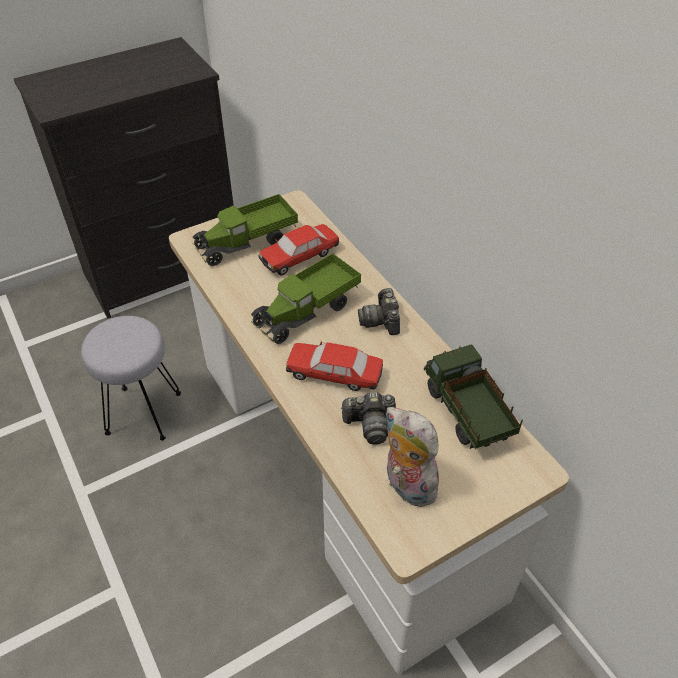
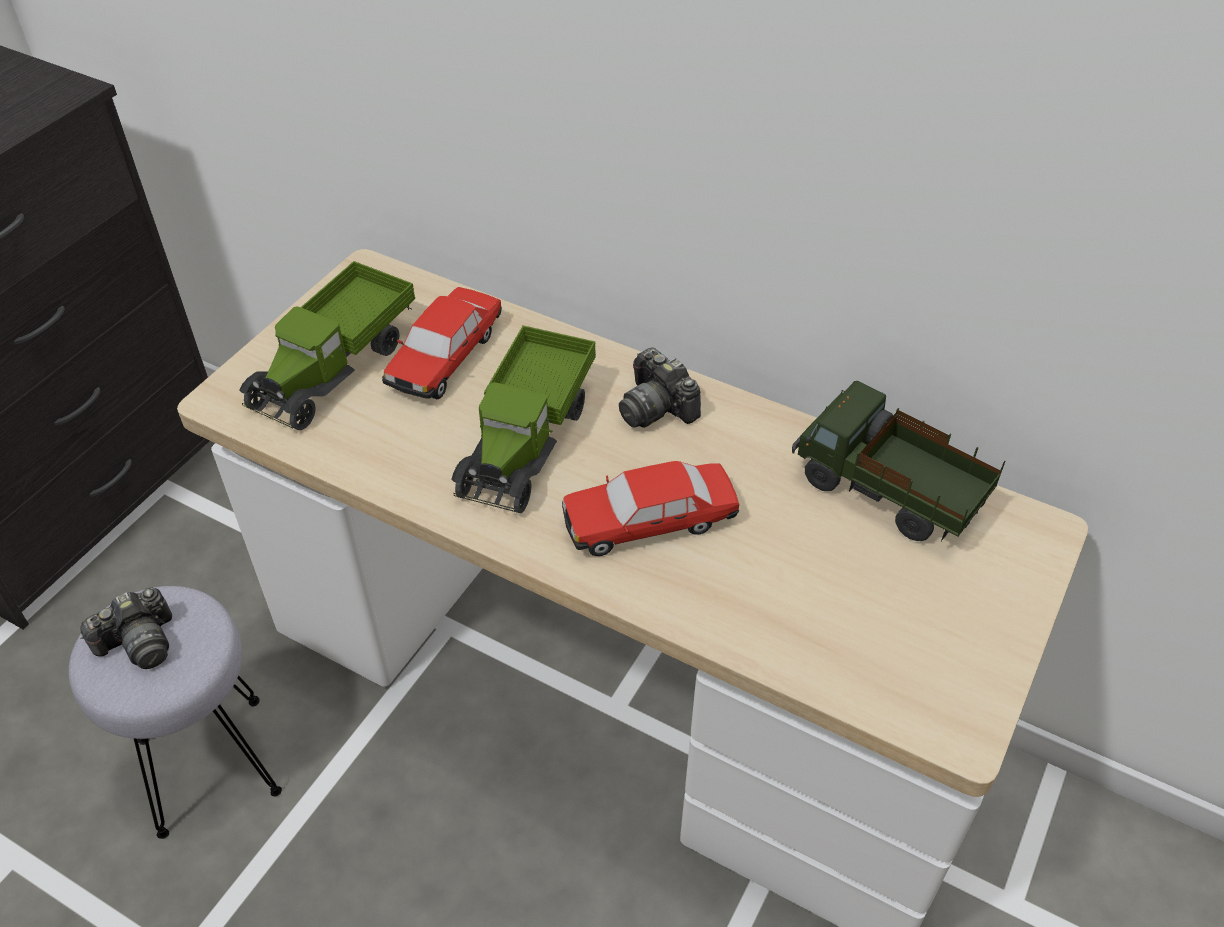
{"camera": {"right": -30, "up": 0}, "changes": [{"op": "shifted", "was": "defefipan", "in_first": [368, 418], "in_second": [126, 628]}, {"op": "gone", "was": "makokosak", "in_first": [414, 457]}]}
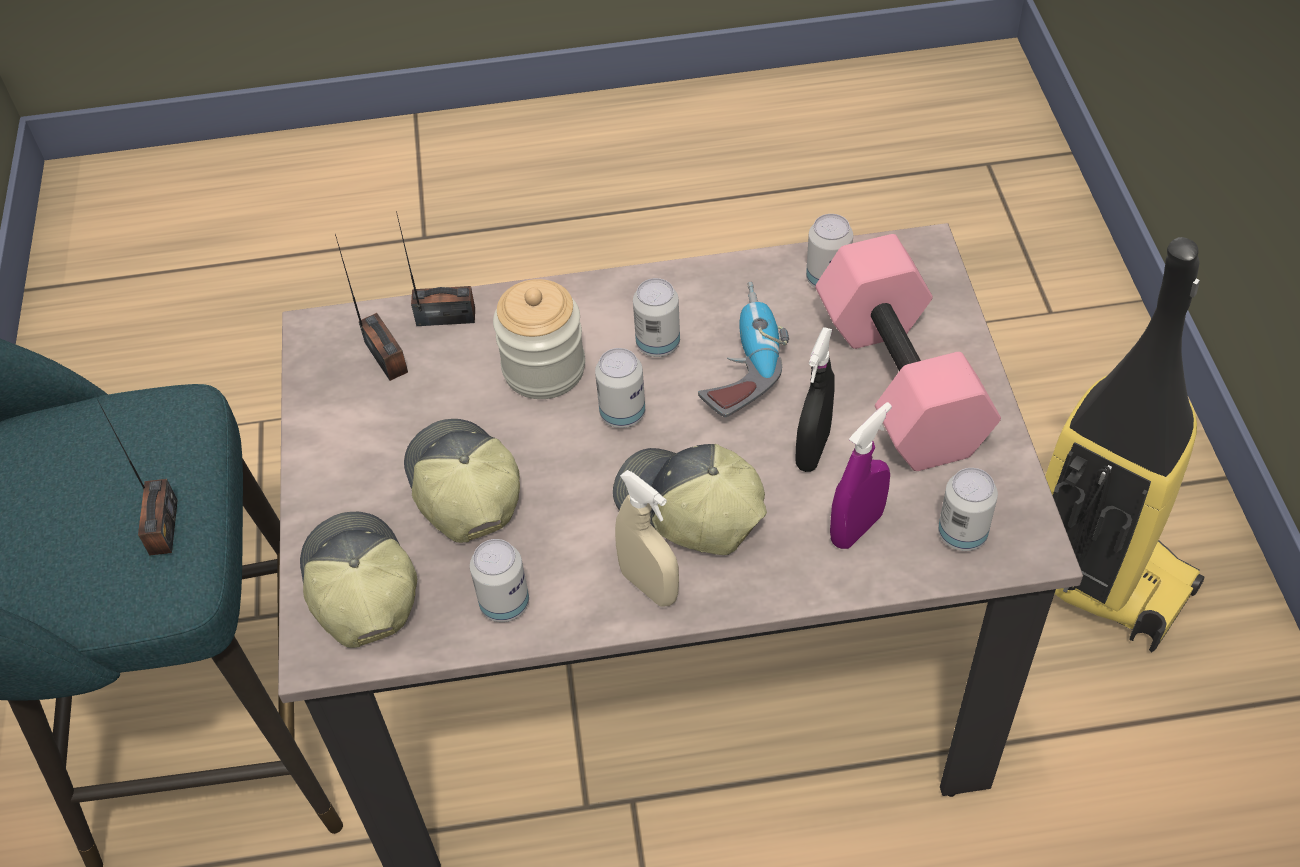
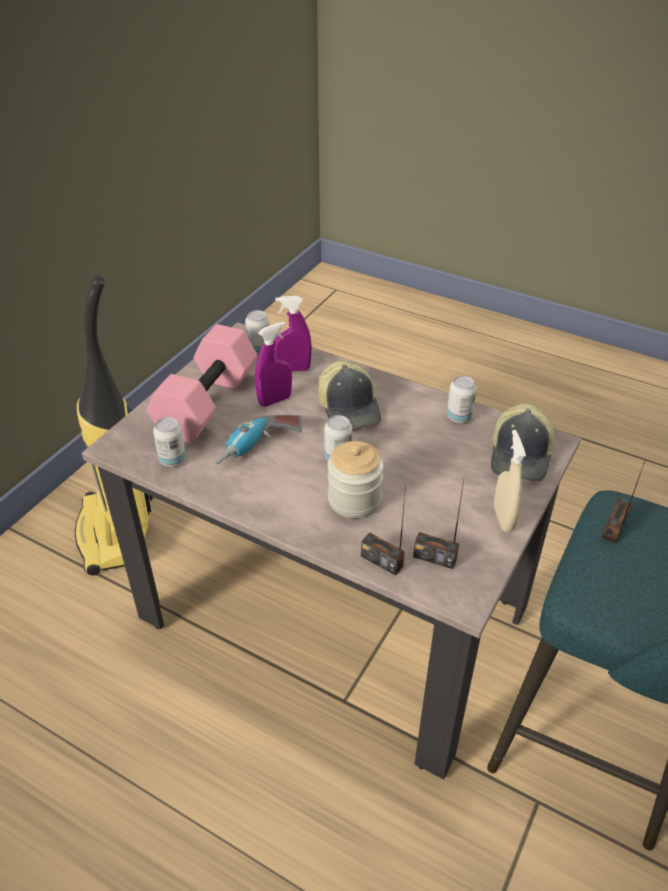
{"camera": {"right": -145, "up": -10}, "changes": [{"op": "rotated", "was": "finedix", "in_first": [371, 307], "in_second": [438, 524], "clockwise": -75}, {"op": "gone", "was": "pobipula", "in_first": [462, 481]}, {"op": "shifted", "was": "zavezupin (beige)", "in_first": [647, 538], "in_second": [510, 481]}, {"op": "gone", "was": "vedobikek", "in_first": [656, 317]}, {"op": "repainted", "was": "zavezupin (black)", "now": "zavezupin (purple)", "in_first": [815, 399], "in_second": [273, 364]}]}
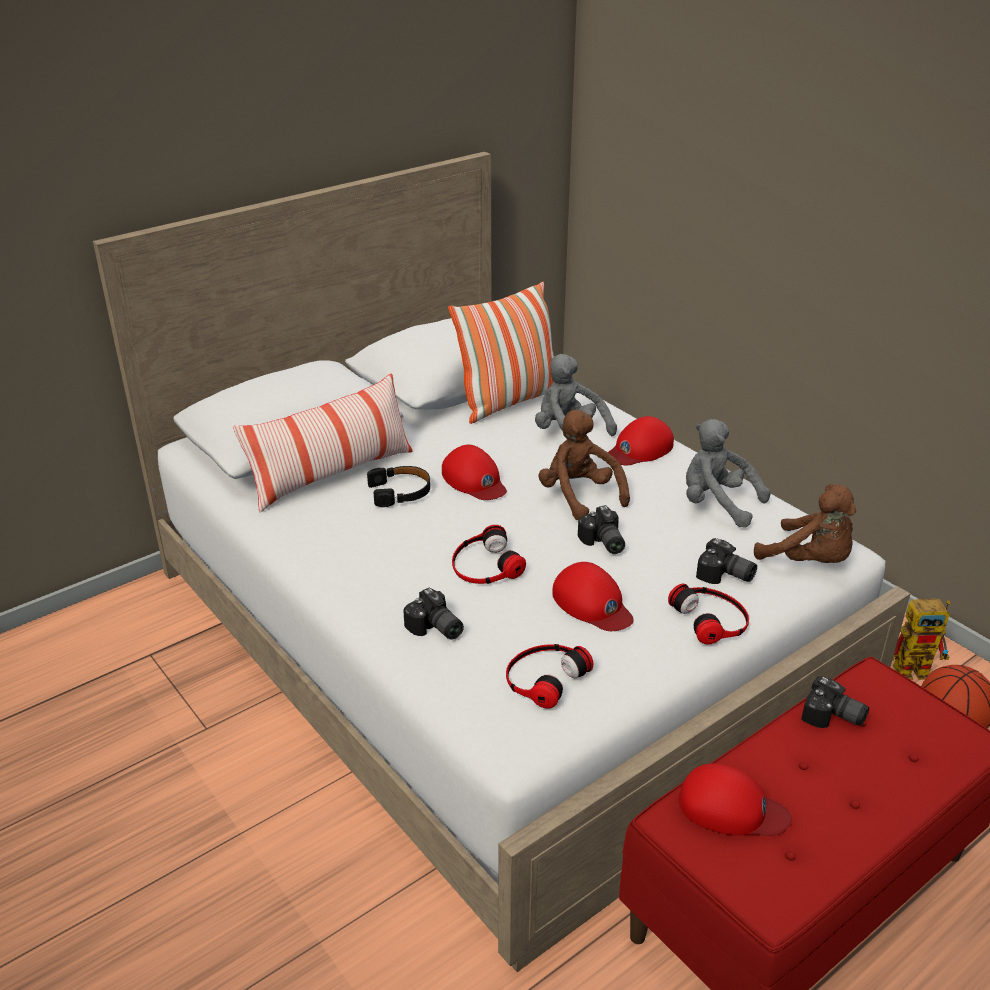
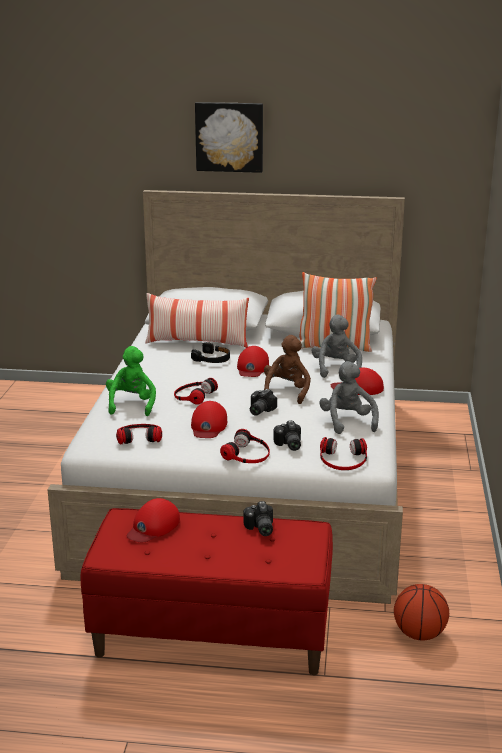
{"camera": {"right": 45, "up": -10}, "changes": [{"op": "swapped", "was": "defefipan", "now": "makokosak (green)", "in_first": [433, 614], "in_second": [131, 381]}, {"op": "rotated", "was": "pobipula (red)", "in_first": [735, 799], "in_second": [153, 520], "clockwise": 60}, {"op": "swapped", "was": "makokosak (brown)", "now": "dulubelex", "in_first": [805, 523], "in_second": [343, 453]}, {"op": "gone", "was": "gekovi", "in_first": [921, 639]}, {"op": "new", "now": "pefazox", "in_second": [229, 137]}]}
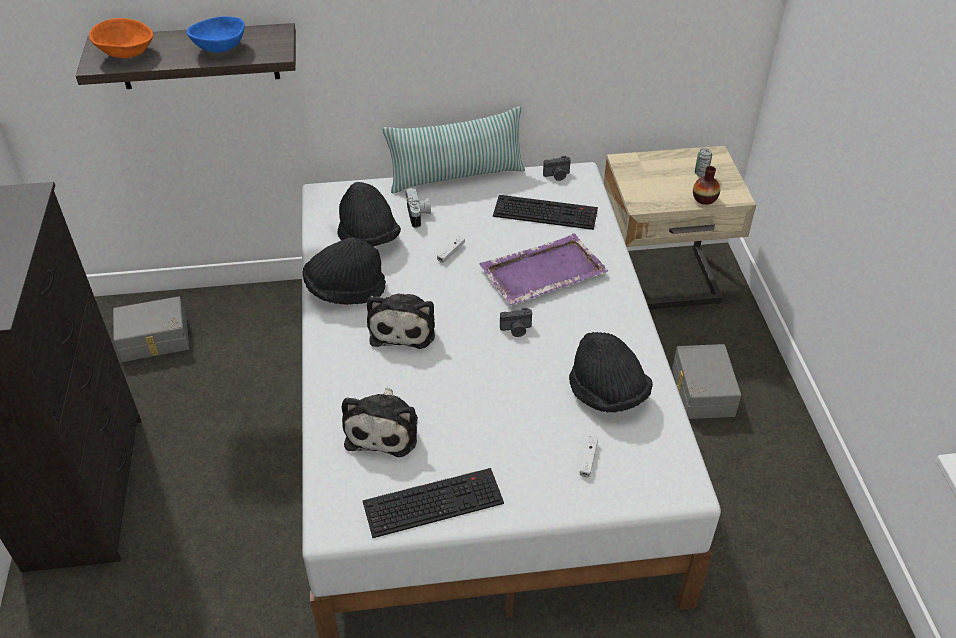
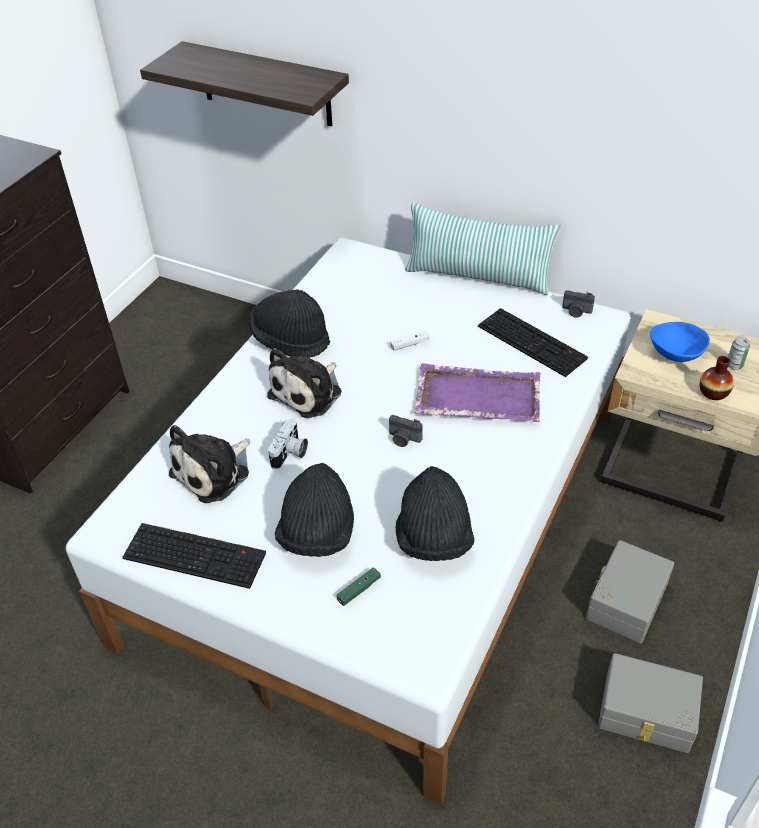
{"camera": {"right": 35, "up": 0}, "changes": [{"op": "gone", "was": "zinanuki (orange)", "in_first": [121, 38]}, {"op": "shifted", "was": "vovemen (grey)", "in_first": [151, 329], "in_second": [650, 703]}, {"op": "shifted", "was": "zinanuki (blue)", "in_first": [216, 34], "in_second": [680, 342]}, {"op": "shifted", "was": "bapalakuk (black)", "in_first": [369, 214], "in_second": [314, 510]}, {"op": "shifted", "was": "defefipan", "in_first": [418, 208], "in_second": [288, 444]}, {"op": "repainted", "was": "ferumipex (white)", "now": "ferumipex (green)", "in_first": [589, 456], "in_second": [358, 587]}]}
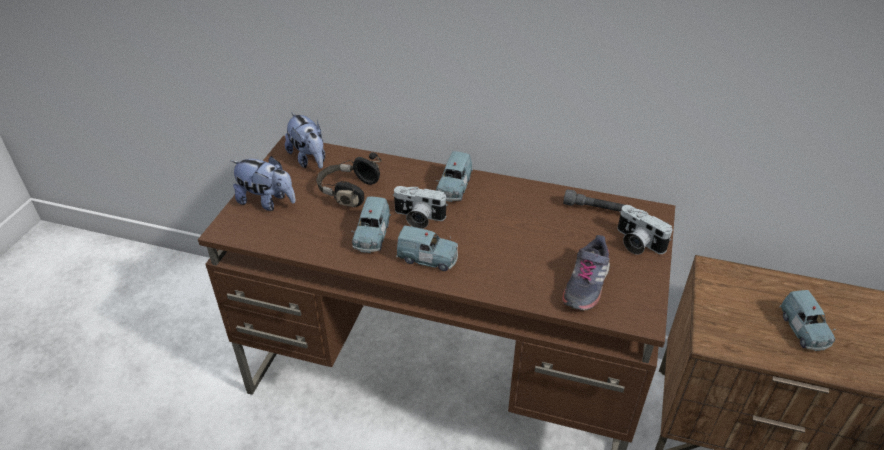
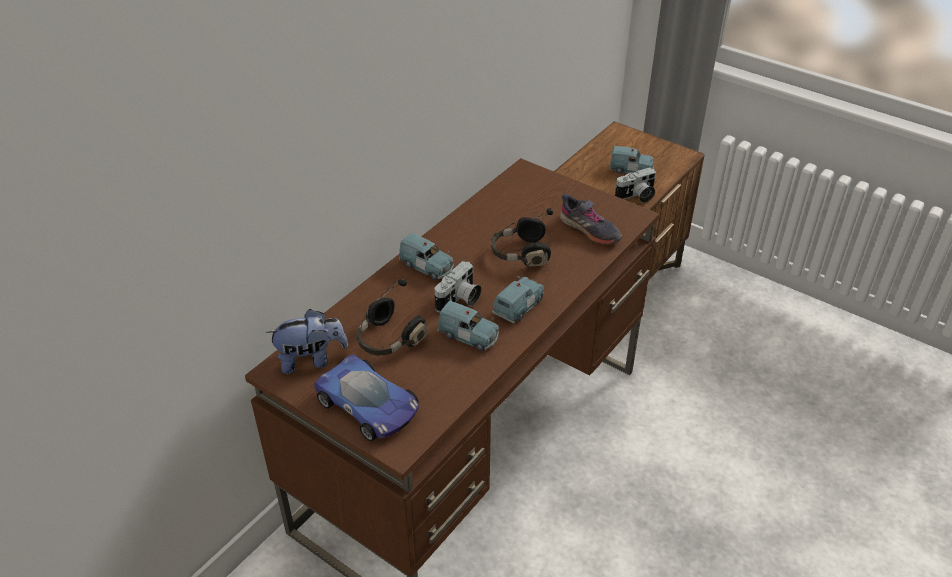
{"camera": {"right": -70, "up": 0}, "changes": [{"op": "swapped", "was": "makokosak", "now": "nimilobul", "in_first": [263, 183], "in_second": [366, 397]}, {"op": "gone", "was": "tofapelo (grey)", "in_first": [594, 200]}, {"op": "shifted", "was": "defefipan", "in_first": [645, 230], "in_second": [635, 185]}, {"op": "new", "now": "dulubelex (black)", "in_second": [522, 237]}]}
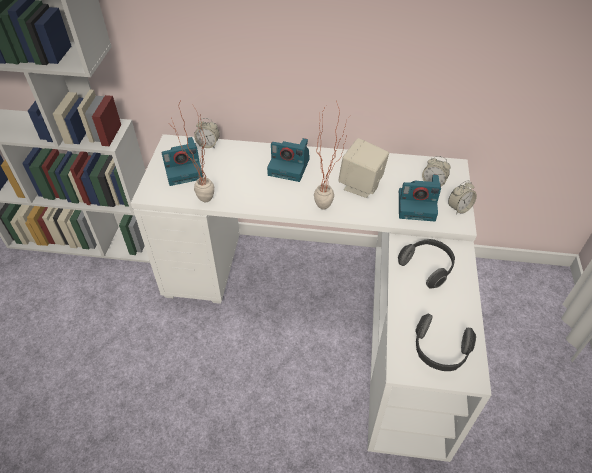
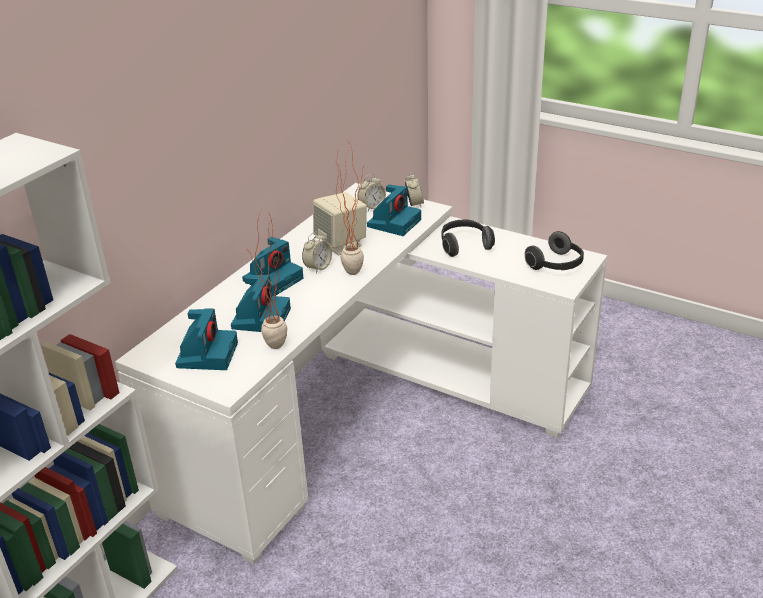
{"camera": {"right": -65, "up": -15}, "changes": [{"op": "shifted", "was": "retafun", "in_first": [207, 133], "in_second": [317, 253]}, {"op": "new", "now": "defefipan", "in_second": [261, 303]}]}
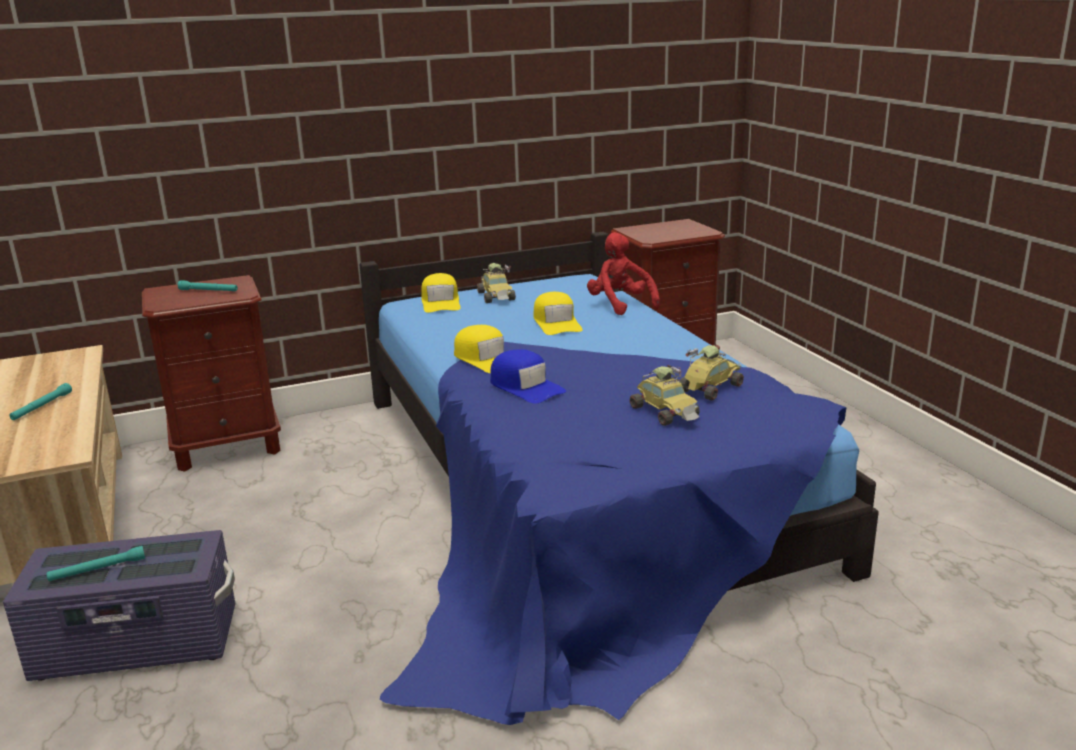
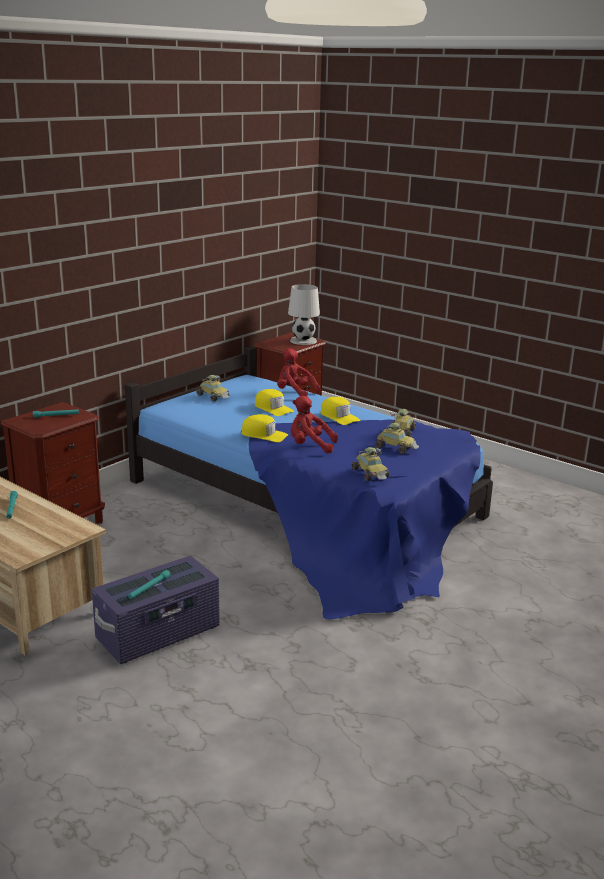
{"camera": {"right": -30, "up": 0}, "changes": [{"op": "shifted", "was": "pobipula (yellow)", "in_first": [441, 293], "in_second": [340, 411]}, {"op": "swapped", "was": "pobipula (blue)", "now": "makokosak (red)", "in_first": [528, 376], "in_second": [314, 424]}, {"op": "new", "now": "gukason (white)", "in_second": [304, 314]}, {"op": "new", "now": "nimilobul", "in_second": [370, 464]}]}
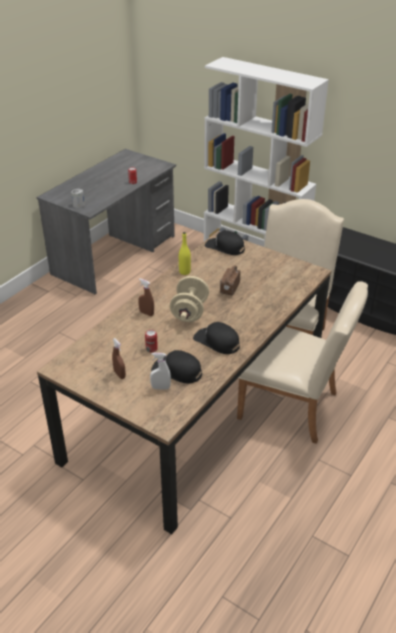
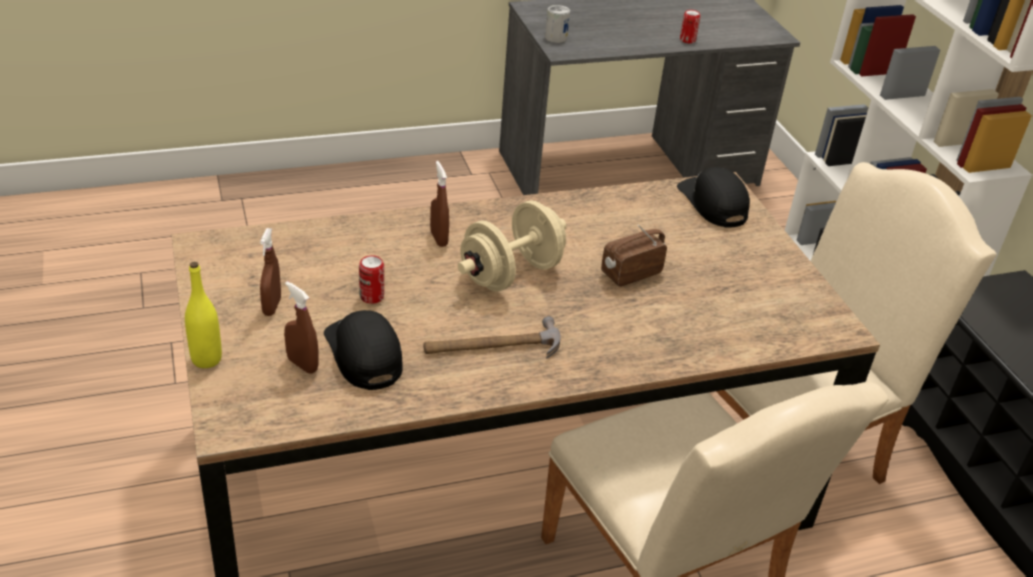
{"camera": {"right": 35, "up": 0}, "changes": [{"op": "repainted", "was": "zavezupin (white)", "now": "zavezupin (brown)", "in_first": [160, 371], "in_second": [301, 327]}, {"op": "shifted", "was": "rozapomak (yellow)", "in_first": [185, 253], "in_second": [203, 315]}, {"op": "swapped", "was": "pobipula (black)", "now": "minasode", "in_first": [216, 338], "in_second": [492, 337]}]}
